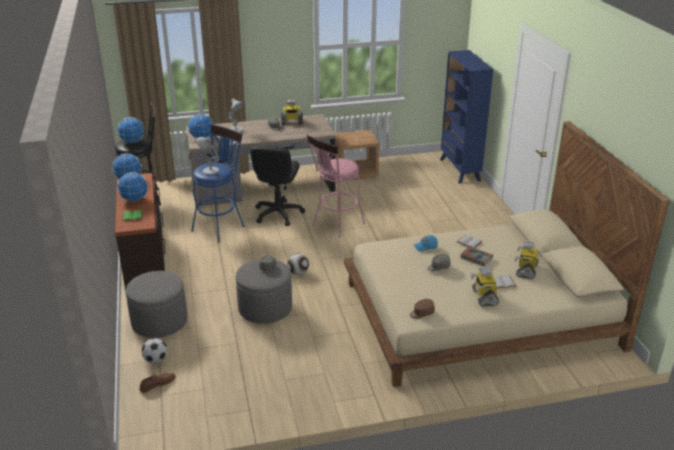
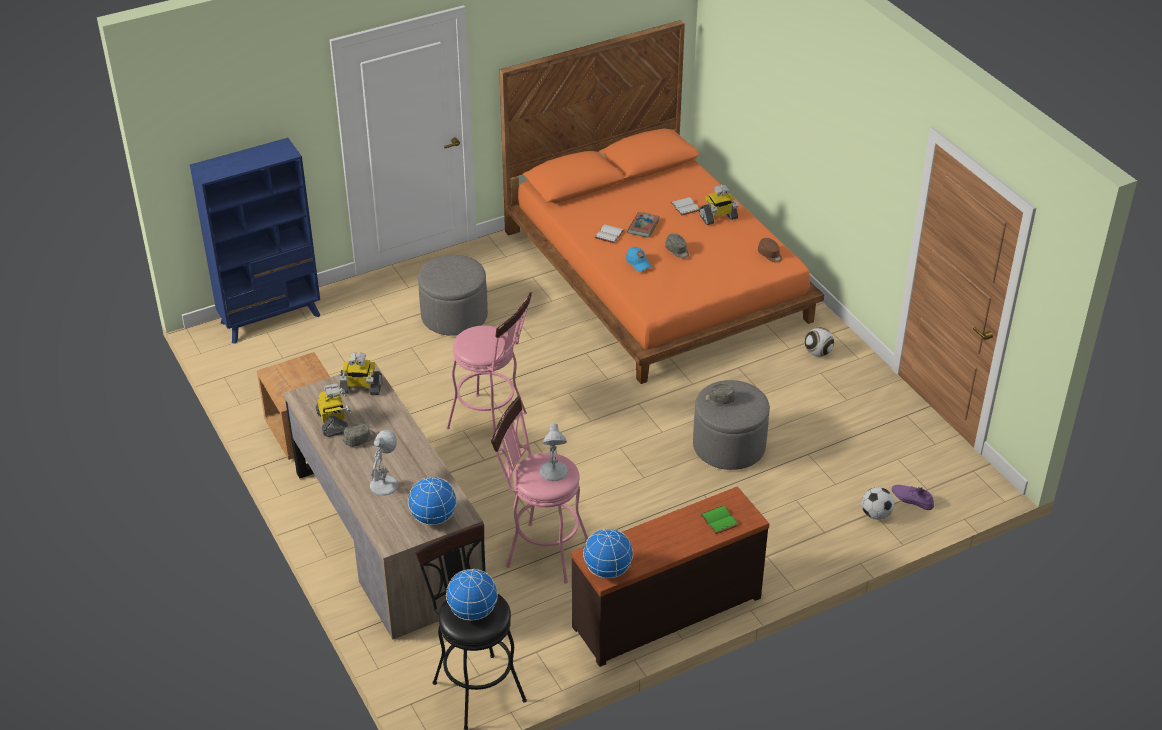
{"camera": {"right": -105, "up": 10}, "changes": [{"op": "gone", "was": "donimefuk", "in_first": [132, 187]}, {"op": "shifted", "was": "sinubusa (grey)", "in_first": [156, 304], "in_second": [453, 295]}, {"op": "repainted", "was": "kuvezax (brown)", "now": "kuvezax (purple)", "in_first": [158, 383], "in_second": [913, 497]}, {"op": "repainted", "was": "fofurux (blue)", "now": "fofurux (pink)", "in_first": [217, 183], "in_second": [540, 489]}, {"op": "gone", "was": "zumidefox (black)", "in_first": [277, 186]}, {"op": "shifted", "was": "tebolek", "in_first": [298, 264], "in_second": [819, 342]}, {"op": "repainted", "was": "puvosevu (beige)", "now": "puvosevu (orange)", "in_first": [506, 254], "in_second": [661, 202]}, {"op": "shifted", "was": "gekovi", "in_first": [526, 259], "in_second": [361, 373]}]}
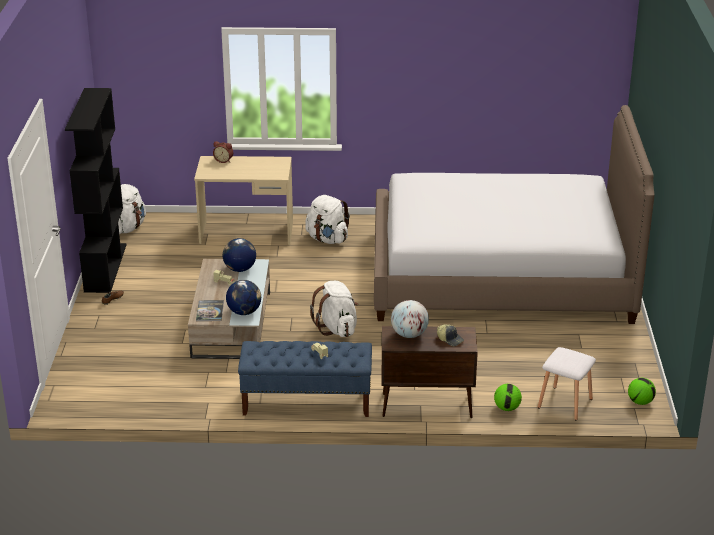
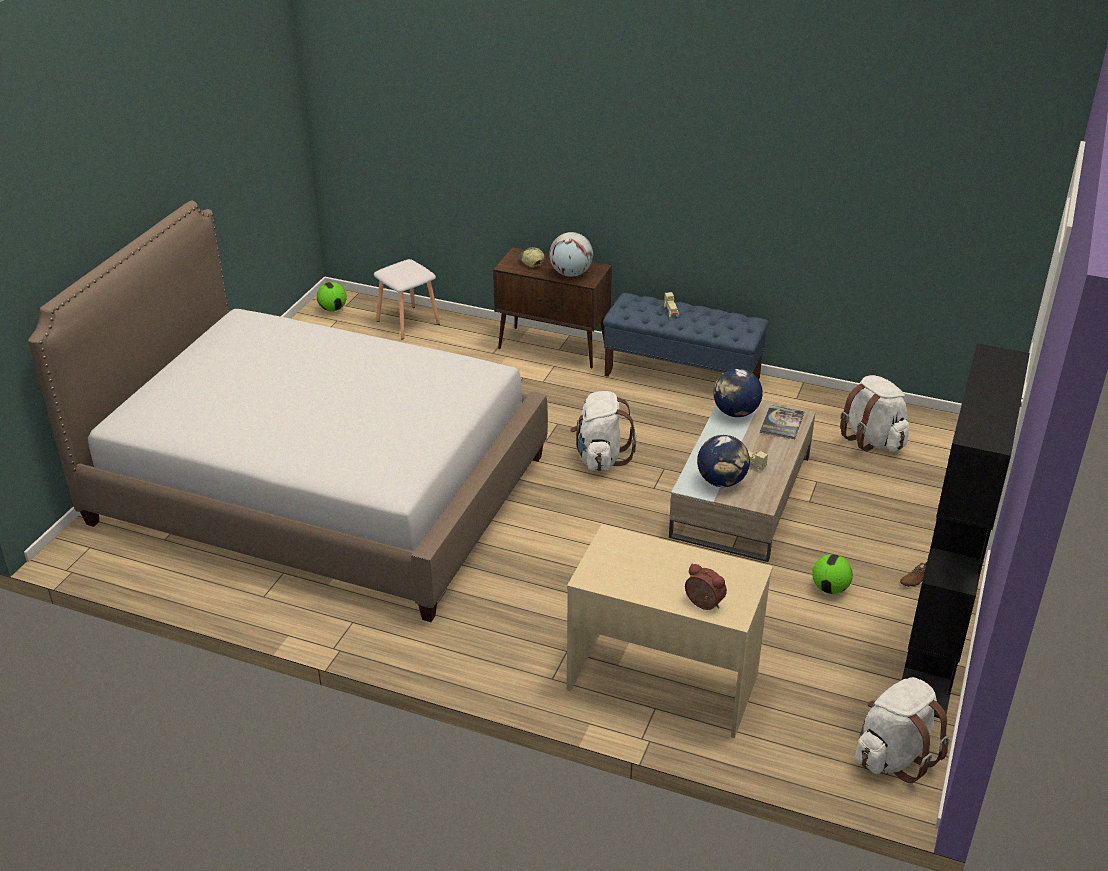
{"camera": {"right": -160, "up": 5}, "changes": [{"op": "shifted", "was": "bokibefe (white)", "in_first": [327, 219], "in_second": [874, 413]}, {"op": "shifted", "was": "tebolek", "in_first": [508, 397], "in_second": [832, 574]}]}
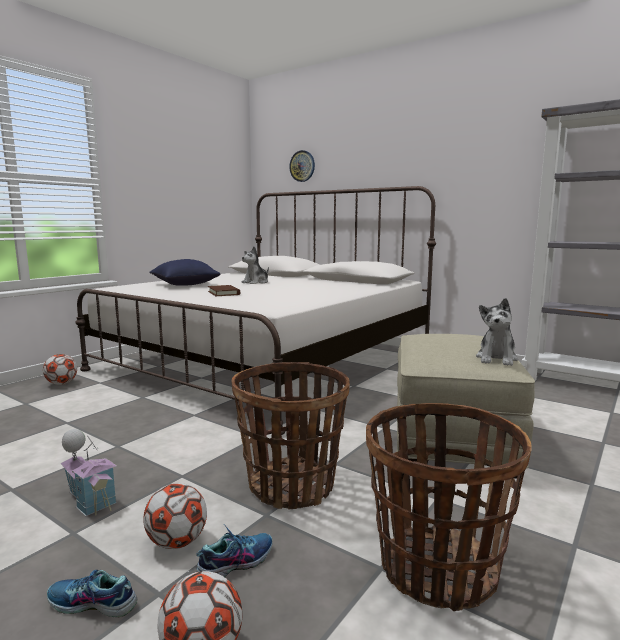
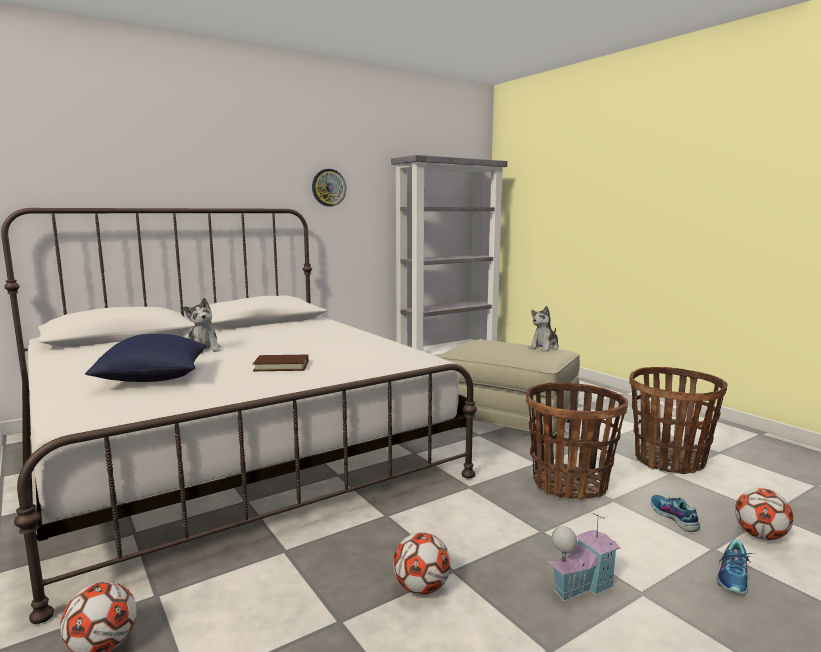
{"camera": {"right": -70, "up": 0}, "changes": [{"op": "shifted", "was": "tebolek", "in_first": [175, 516], "in_second": [422, 563]}, {"op": "shifted", "was": "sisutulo", "in_first": [302, 166], "in_second": [329, 187]}, {"op": "rotated", "was": "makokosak", "in_first": [497, 332], "in_second": [544, 329], "clockwise": 90}]}
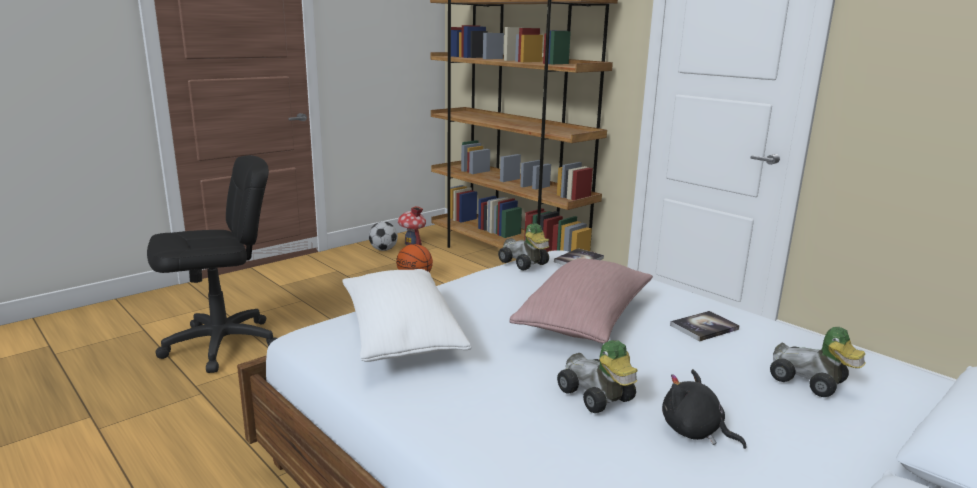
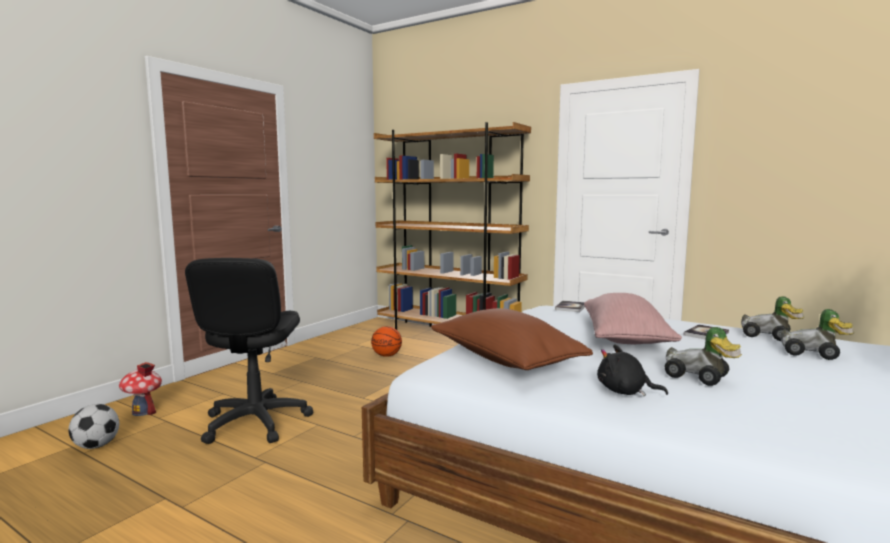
{"camera": {"right": -15, "up": -10}, "changes": [{"op": "rotated", "was": "zumidefox (black)", "in_first": [212, 264], "in_second": [249, 351], "clockwise": 135}, {"op": "repainted", "was": "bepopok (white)", "now": "bepopok (brown)", "in_first": [406, 315], "in_second": [512, 339]}, {"op": "shifted", "was": "tebolek", "in_first": [383, 236], "in_second": [94, 426]}, {"op": "shifted", "was": "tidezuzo", "in_first": [412, 225], "in_second": [140, 389]}, {"op": "shifted", "was": "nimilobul", "in_first": [524, 247], "in_second": [772, 318]}, {"op": "shifted", "was": "makokosak (black)", "in_first": [704, 409], "in_second": [632, 370]}]}
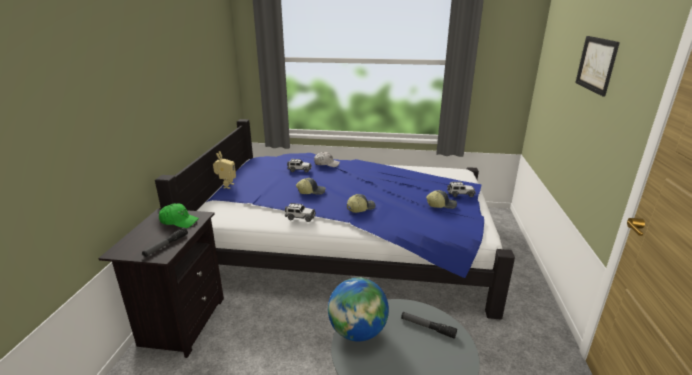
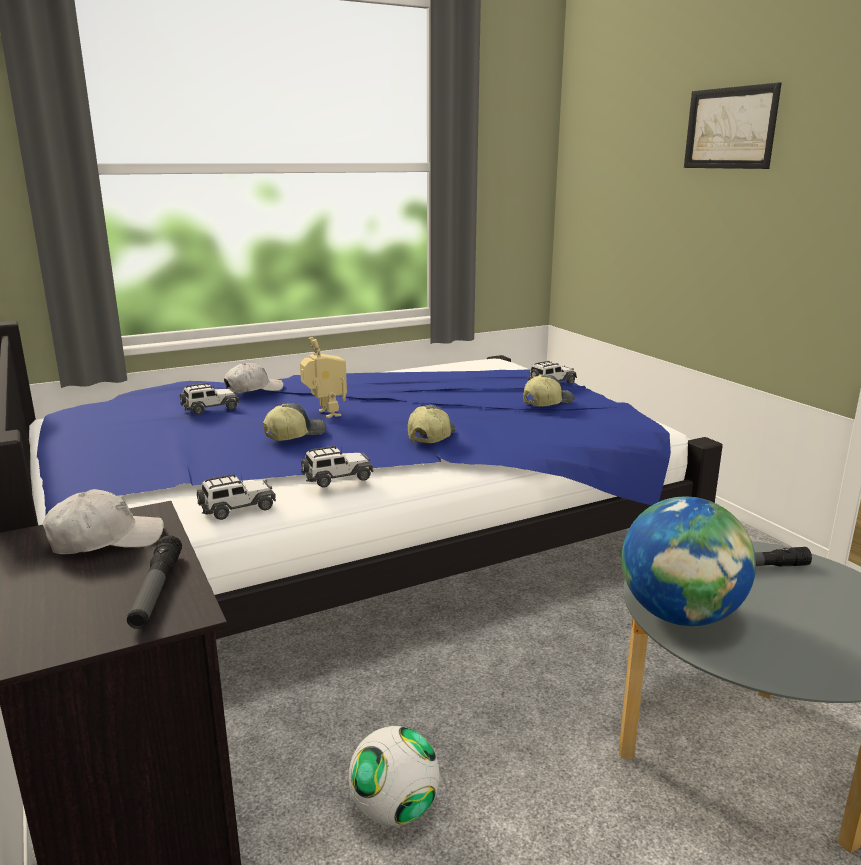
{"camera": {"right": -35, "up": -5}, "changes": [{"op": "repainted", "was": "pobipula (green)", "now": "pobipula (white)", "in_first": [179, 215], "in_second": [103, 521]}, {"op": "shifted", "was": "gekovi", "in_first": [224, 170], "in_second": [323, 377]}, {"op": "new", "now": "nimilobul", "in_second": [236, 497]}, {"op": "new", "now": "tebolek", "in_second": [394, 776]}]}
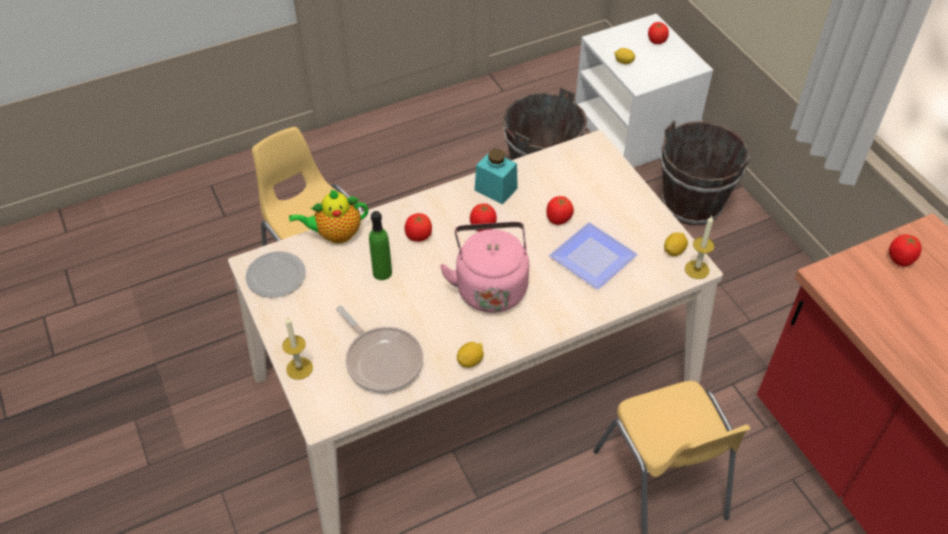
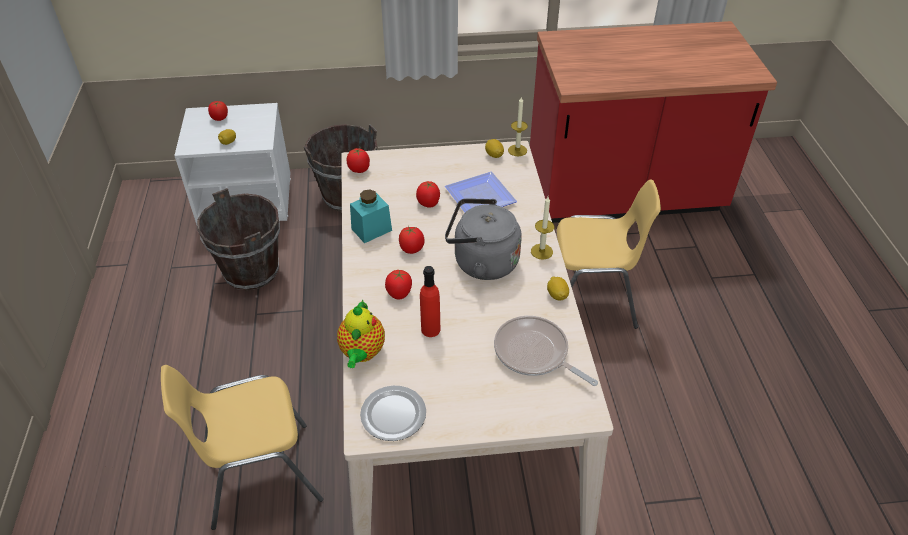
{"camera": {"right": -70, "up": -5}, "changes": [{"op": "shifted", "was": "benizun", "in_first": [297, 348], "in_second": [542, 228]}, {"op": "rotated", "was": "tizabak", "in_first": [379, 349], "in_second": [546, 351], "clockwise": -120}, {"op": "repainted", "was": "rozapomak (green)", "now": "rozapomak (red)", "in_first": [380, 245], "in_second": [430, 301]}, {"op": "repainted", "was": "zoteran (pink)", "now": "zoteran (grey)", "in_first": [484, 267], "in_second": [483, 239]}, {"op": "shifted", "was": "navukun", "in_first": [905, 250], "in_second": [358, 160]}]}
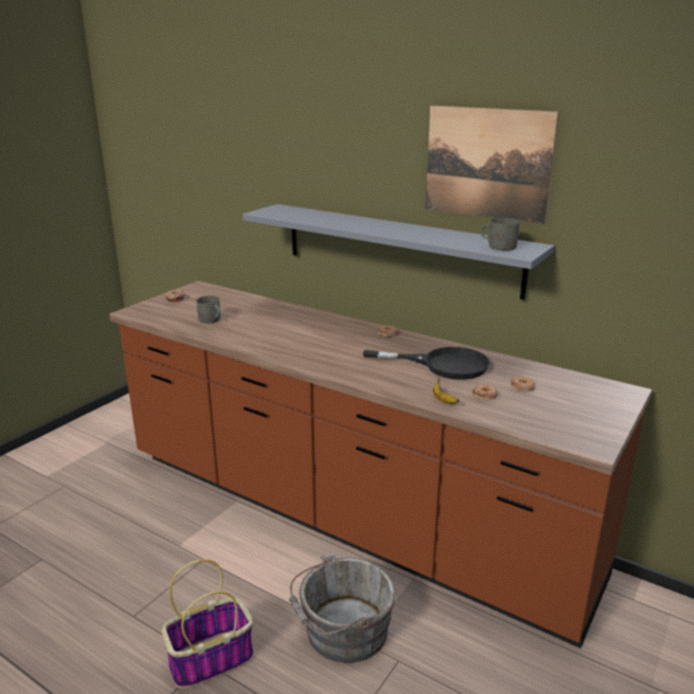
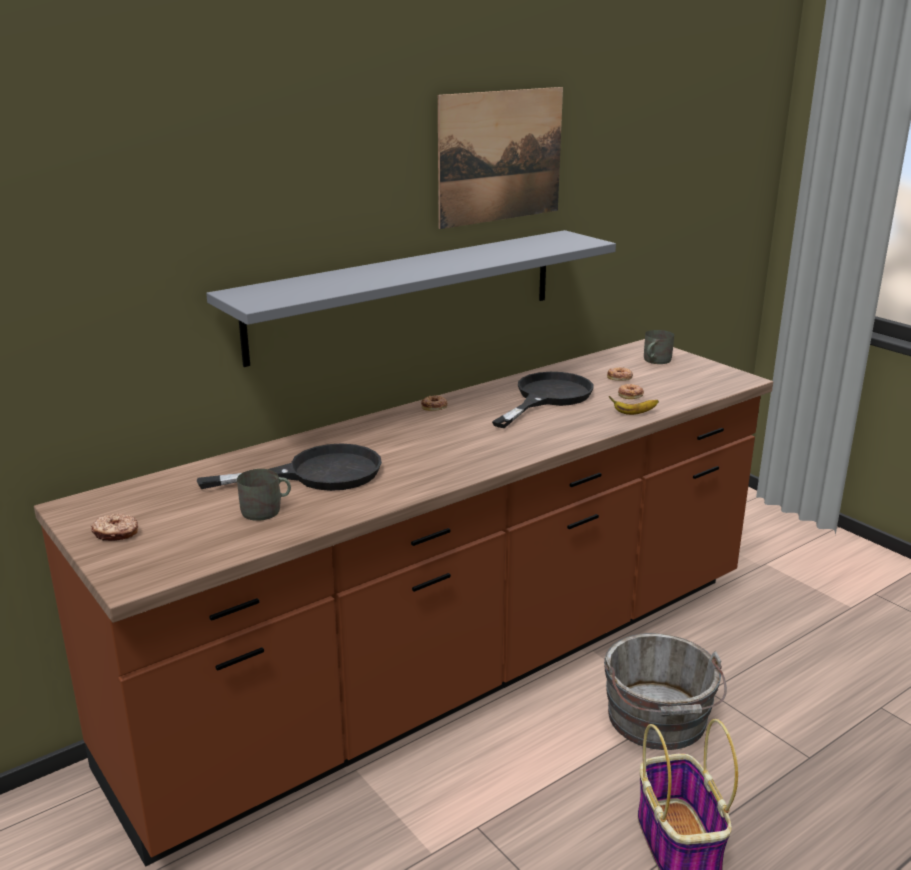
{"camera": {"right": -70, "up": 0}, "changes": [{"op": "shifted", "was": "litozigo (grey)", "in_first": [500, 234], "in_second": [659, 347]}, {"op": "new", "now": "tizabak (black)", "in_second": [289, 467]}]}
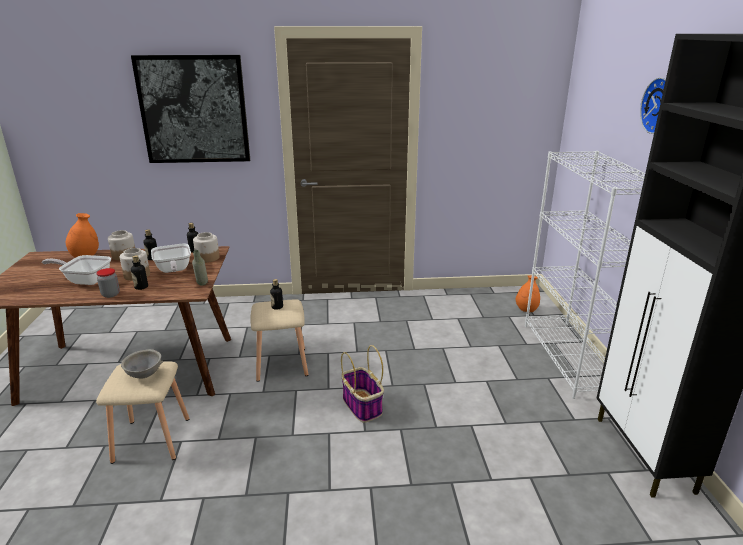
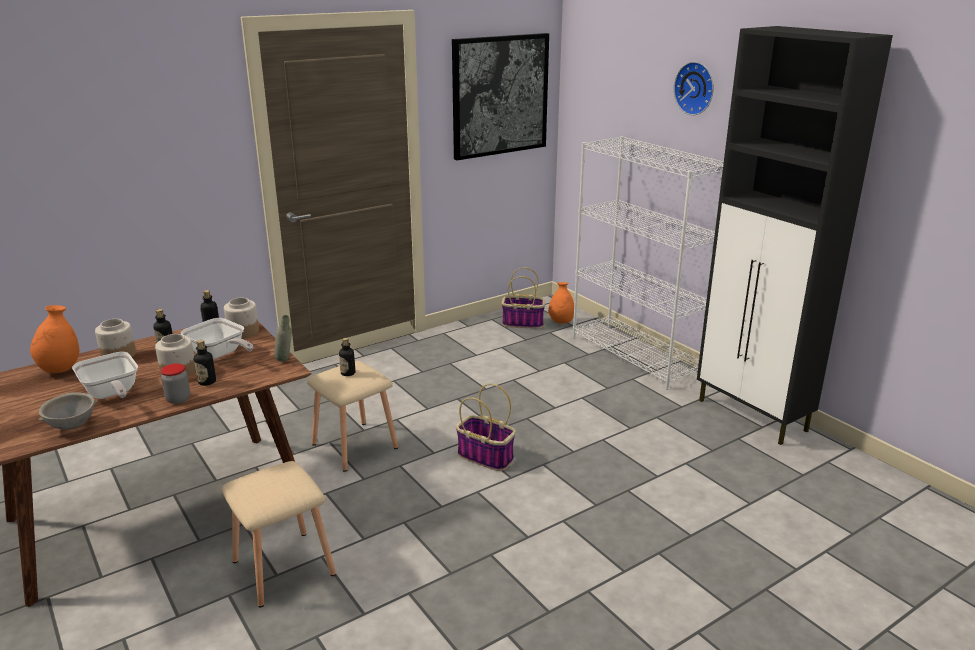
{"camera": {"right": -30, "up": 0}, "changes": [{"op": "rotated", "was": "tizabak", "in_first": [76, 270], "in_second": [105, 375], "clockwise": -105}, {"op": "shifted", "was": "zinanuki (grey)", "in_first": [142, 363], "in_second": [68, 411]}, {"op": "shifted", "was": "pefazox", "in_first": [190, 109], "in_second": [500, 96]}, {"op": "new", "now": "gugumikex", "in_second": [523, 298]}]}
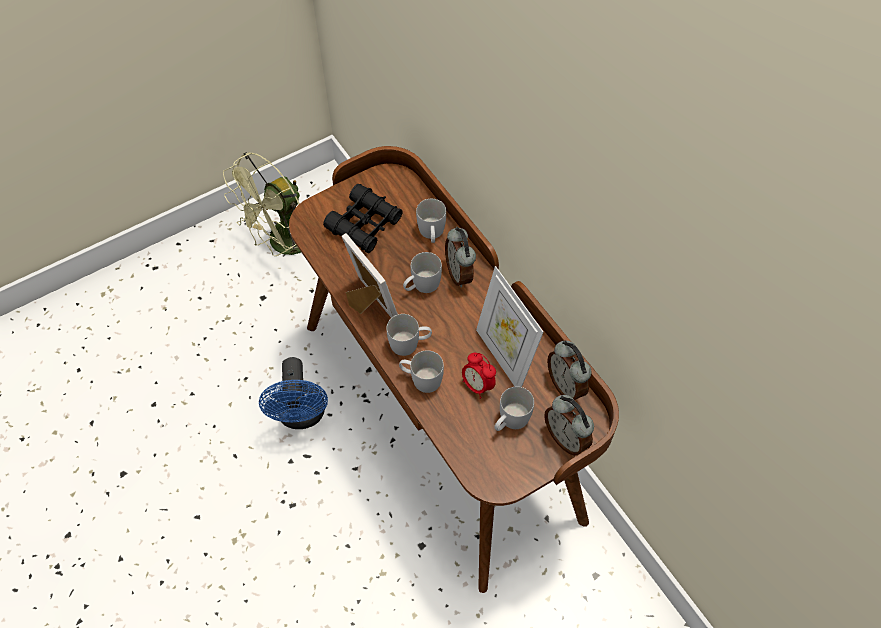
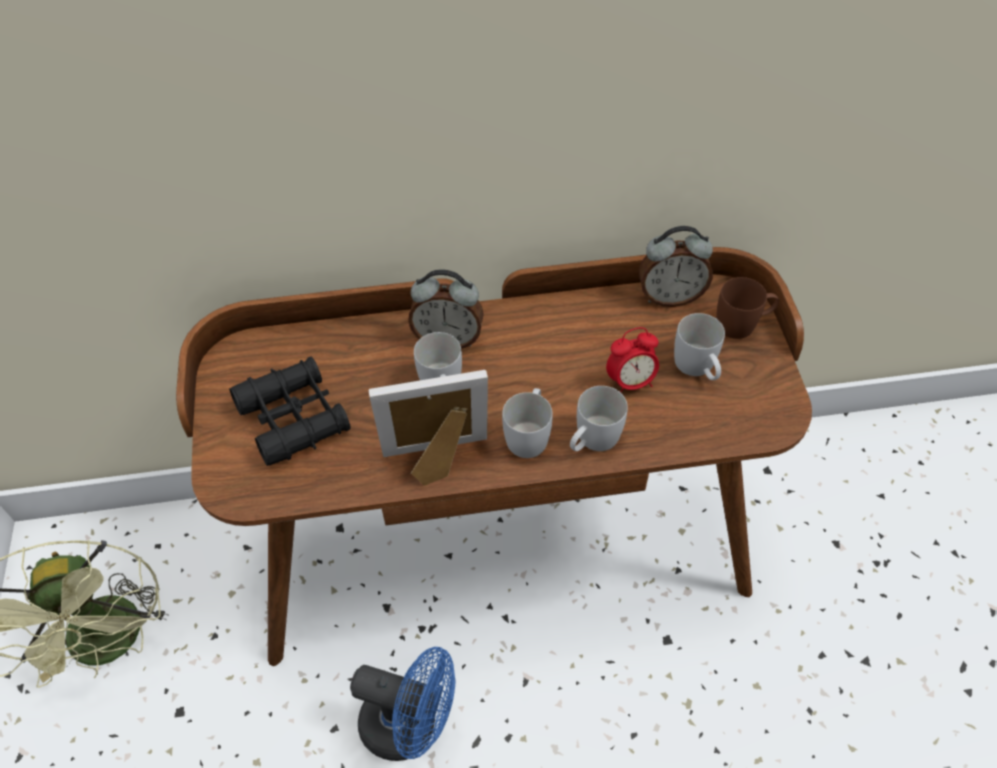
{"camera": {"right": -65, "up": -5}, "changes": [{"op": "gone", "was": "litozigo (white)", "in_first": [431, 221]}, {"op": "gone", "was": "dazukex", "in_first": [509, 326]}, {"op": "swapped", "was": "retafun", "now": "litozigo (brown)", "in_first": [569, 425], "in_second": [747, 308]}]}
